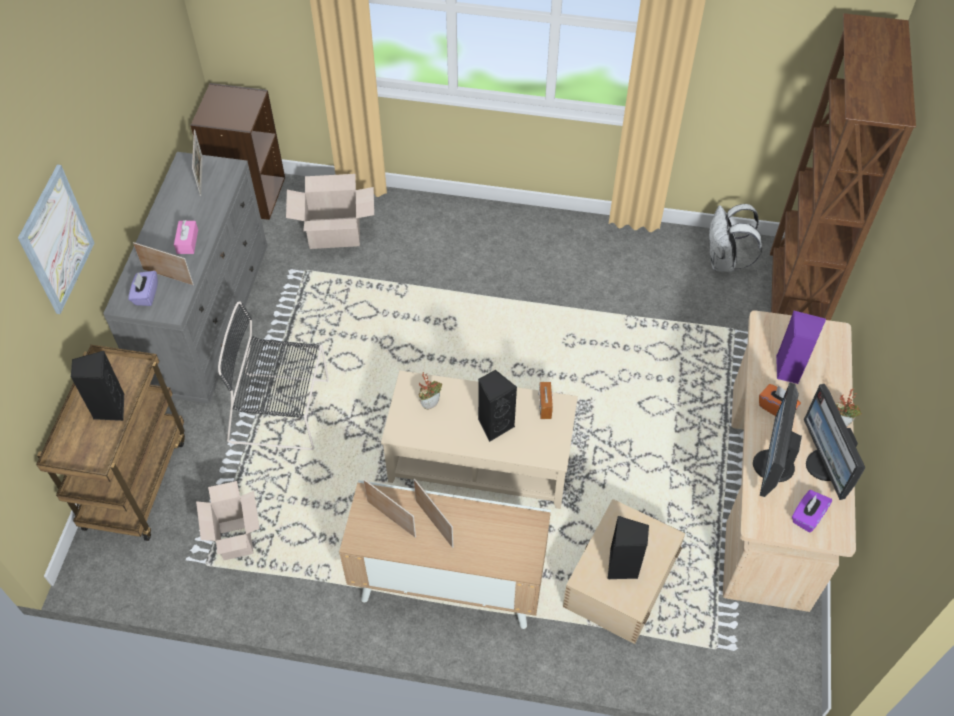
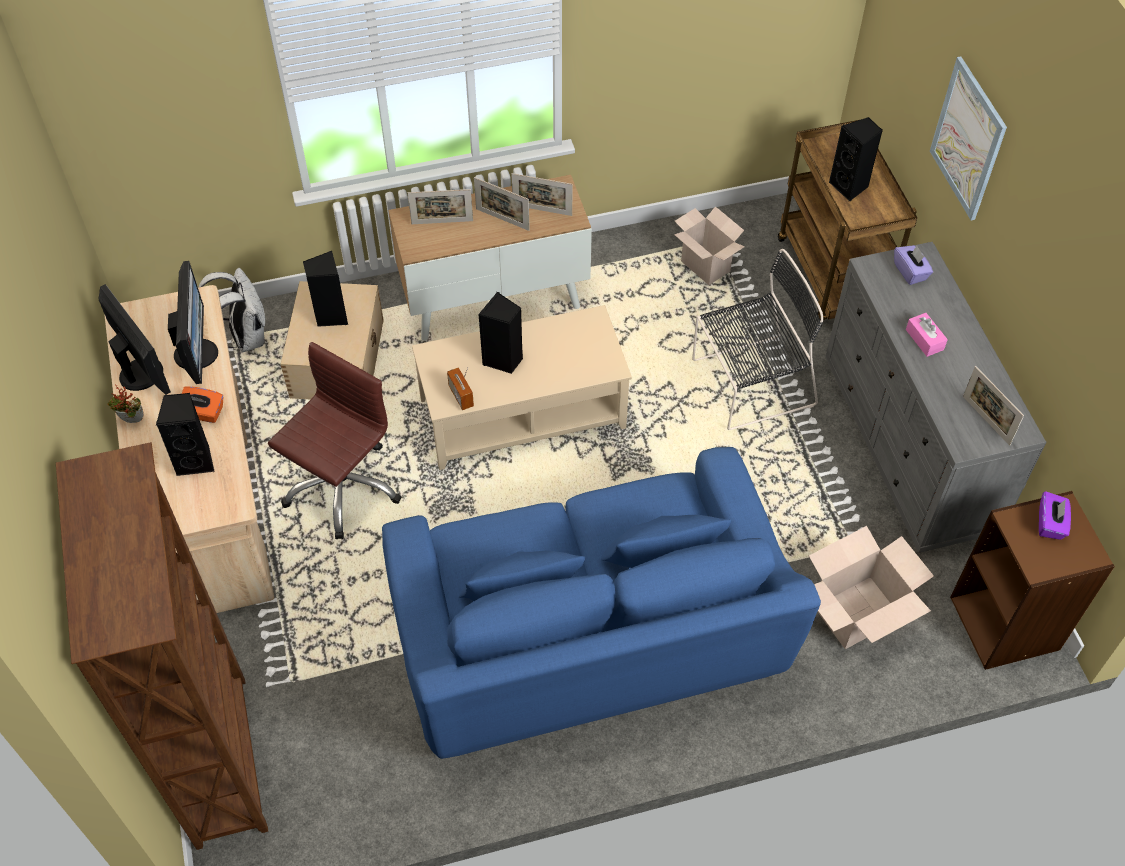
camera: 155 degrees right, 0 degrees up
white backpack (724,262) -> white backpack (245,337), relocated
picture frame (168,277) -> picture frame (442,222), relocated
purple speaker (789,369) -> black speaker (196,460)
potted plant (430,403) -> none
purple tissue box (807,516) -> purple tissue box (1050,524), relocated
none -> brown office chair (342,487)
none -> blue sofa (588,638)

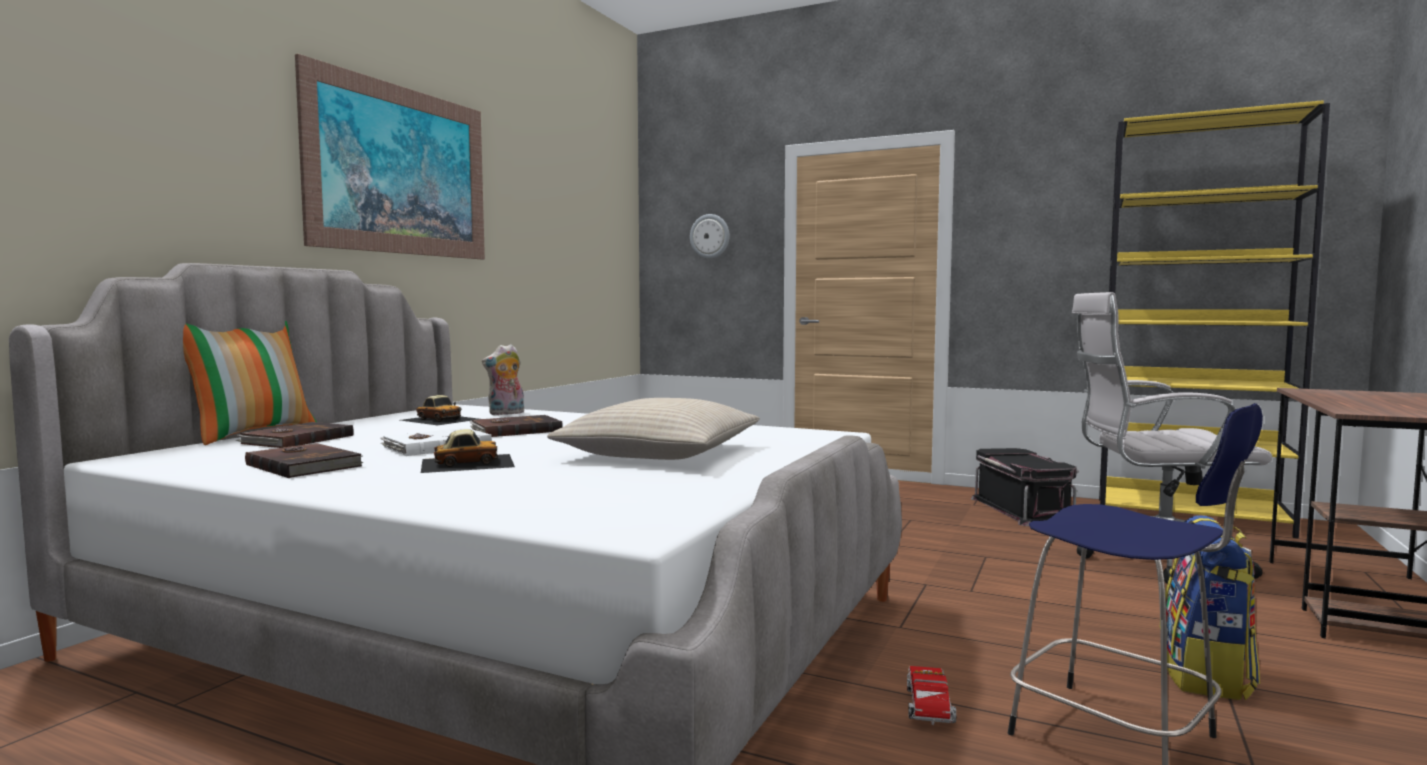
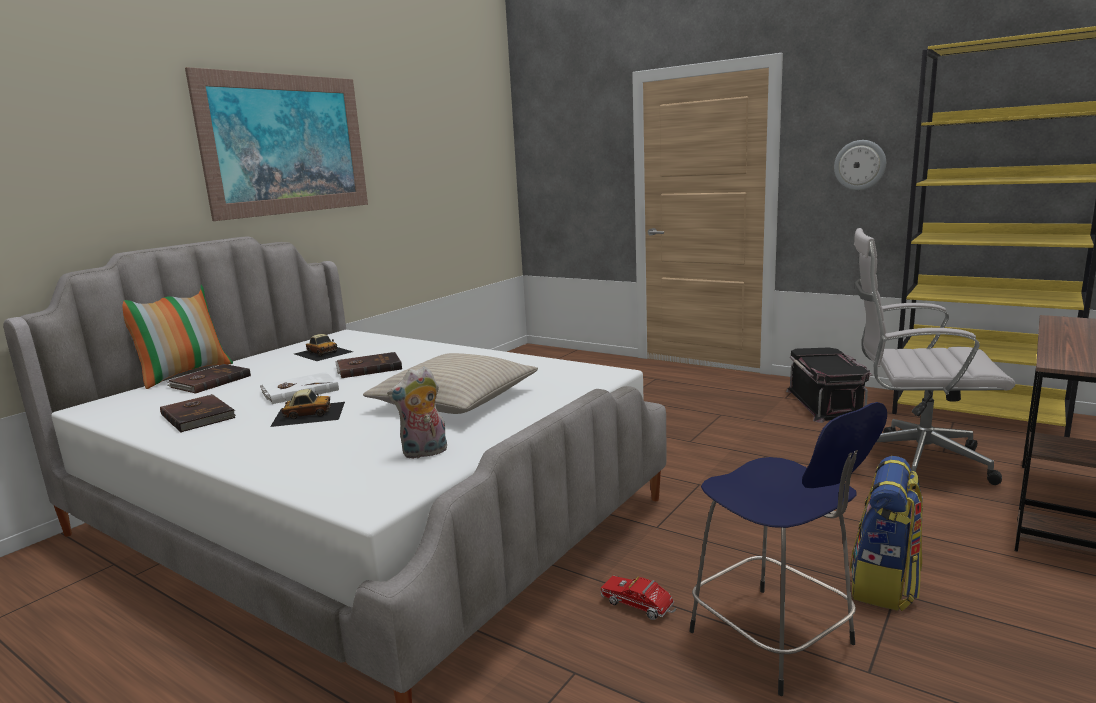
camera: 10 degrees right, 10 degrees up
wall clock (710,236) -> wall clock (860,165), relocated
plush toy (506,413) -> plush toy (424,453), relocated
toy truck (929,710) -> toy truck (640,606), 75 degrees counterclockwise

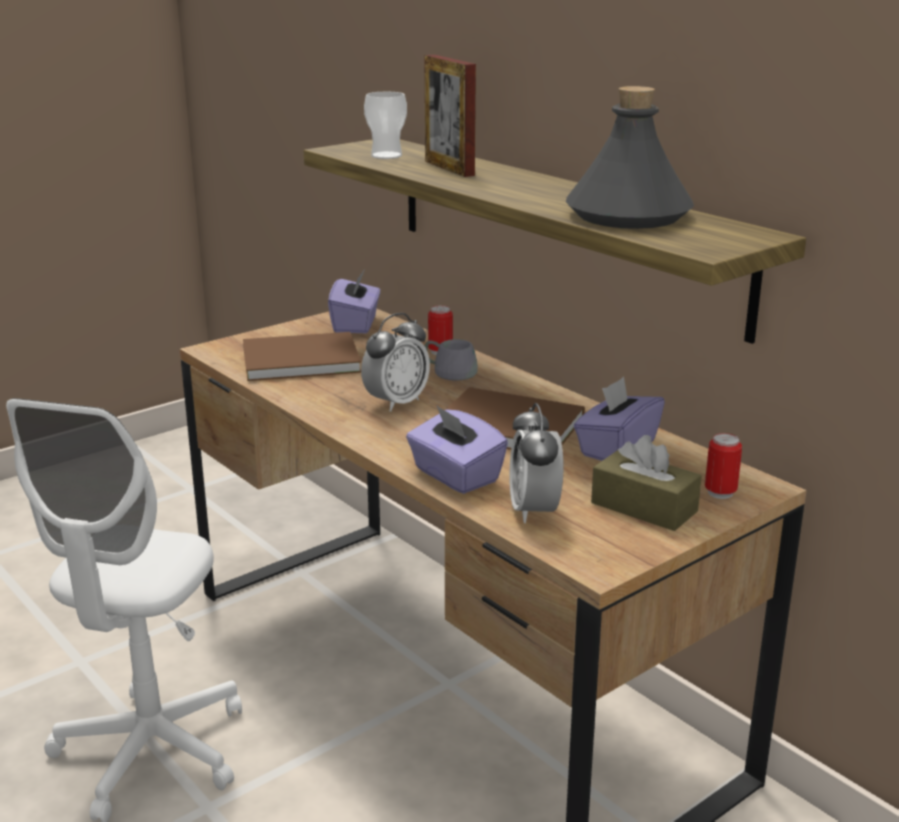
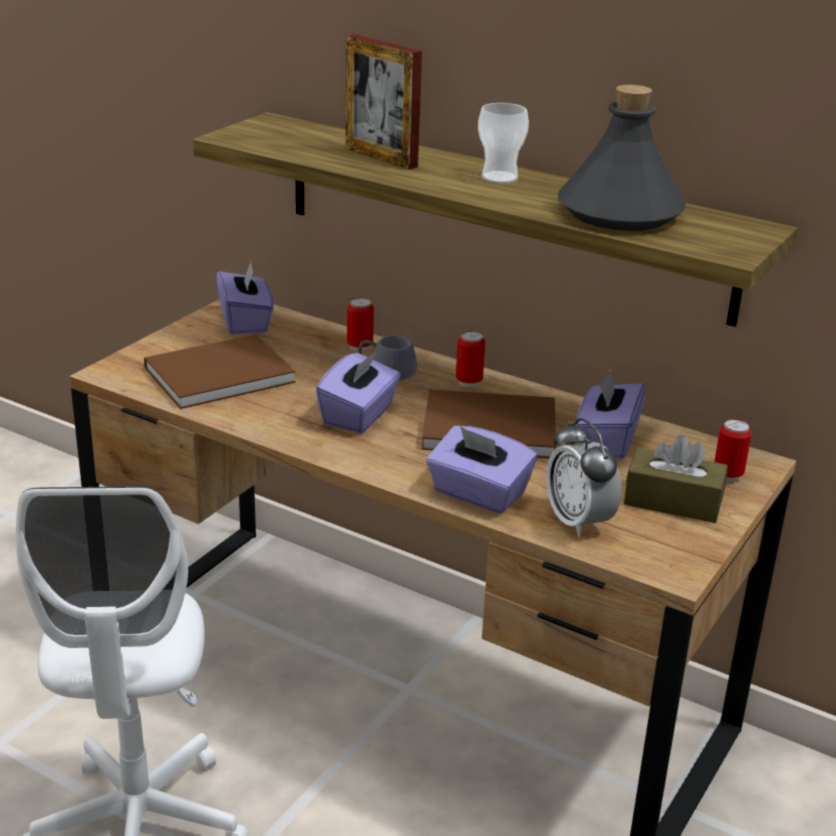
camera: 20 degrees left, 5 degrees up
cup (386,155) -> cup (499,178), relocated
alarm clock (396,402) -> purple tissue box (359,415)
none -> can (469,382)

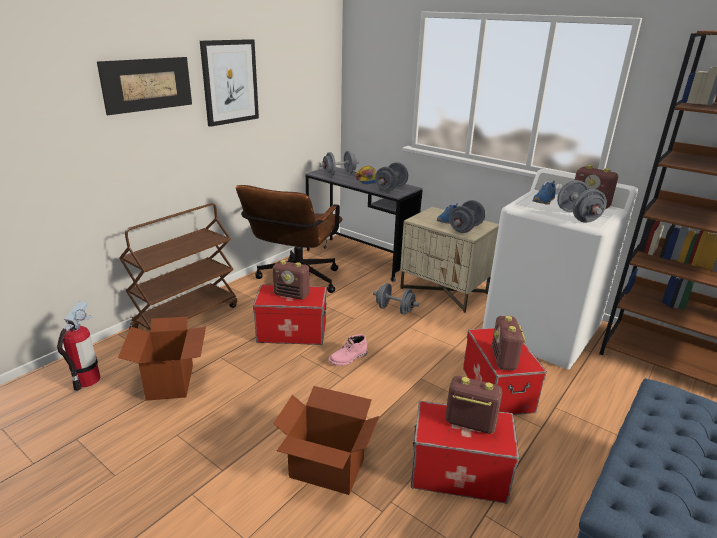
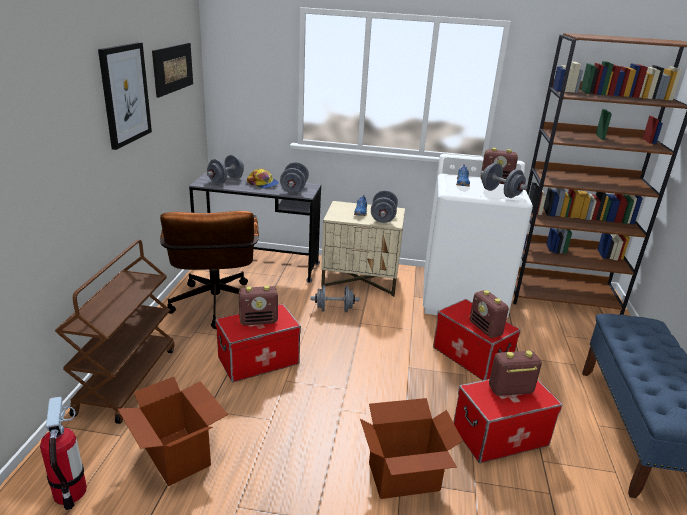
camera: 30 degrees left, 0 degrees up
picture (147,84) -> picture (173,68), relocated
pink boot (348,358) -> none

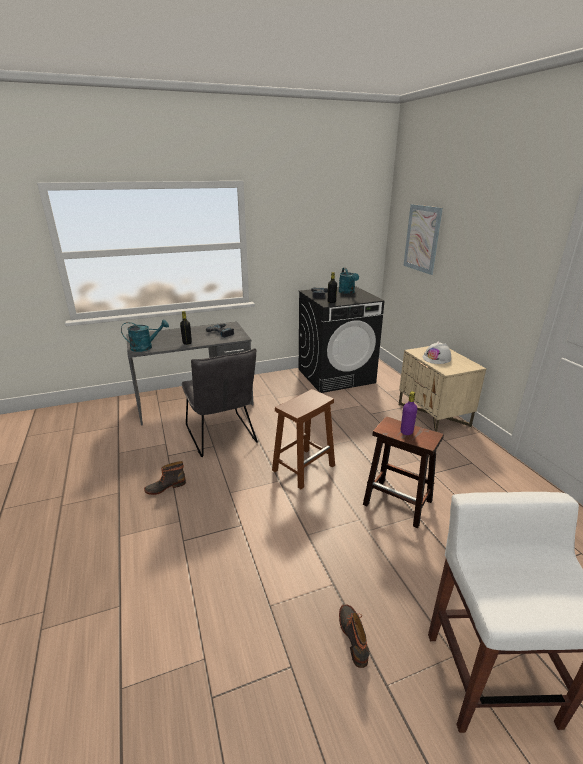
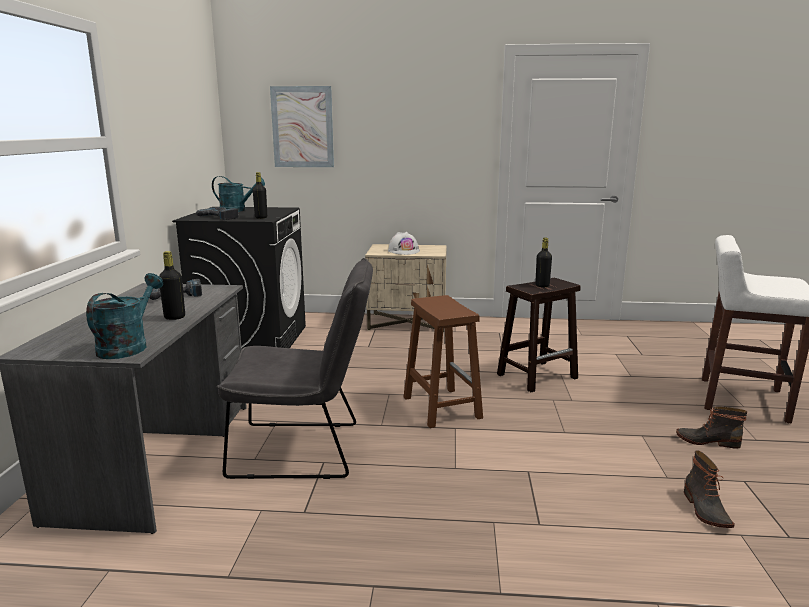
camera: 65 degrees left, 10 degrees down
purple bottle (406,432) -> black bottle (542,286)
boot (165,487) -> boot (705,510), relocated

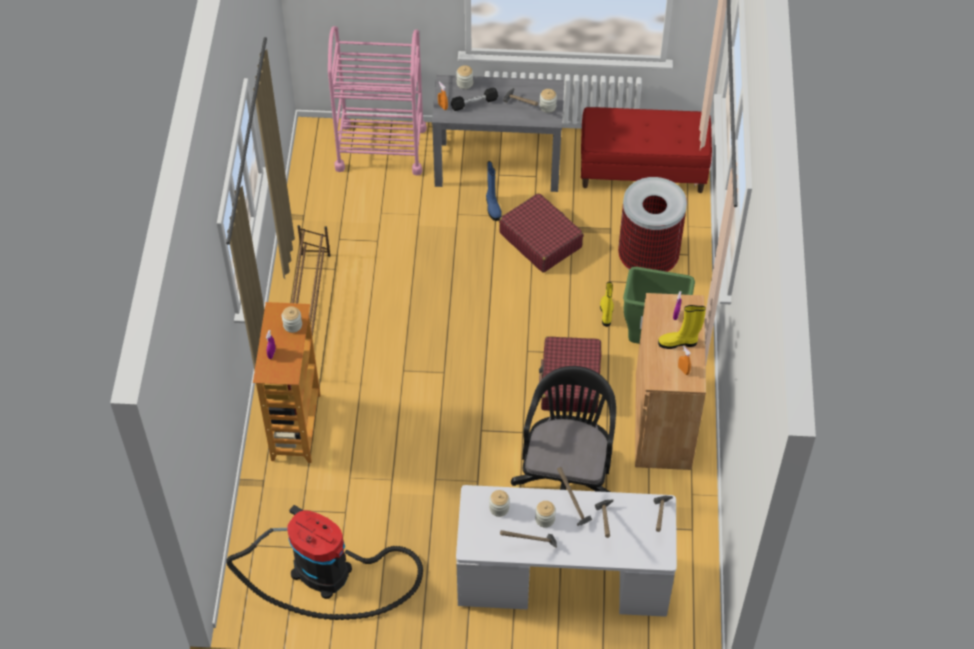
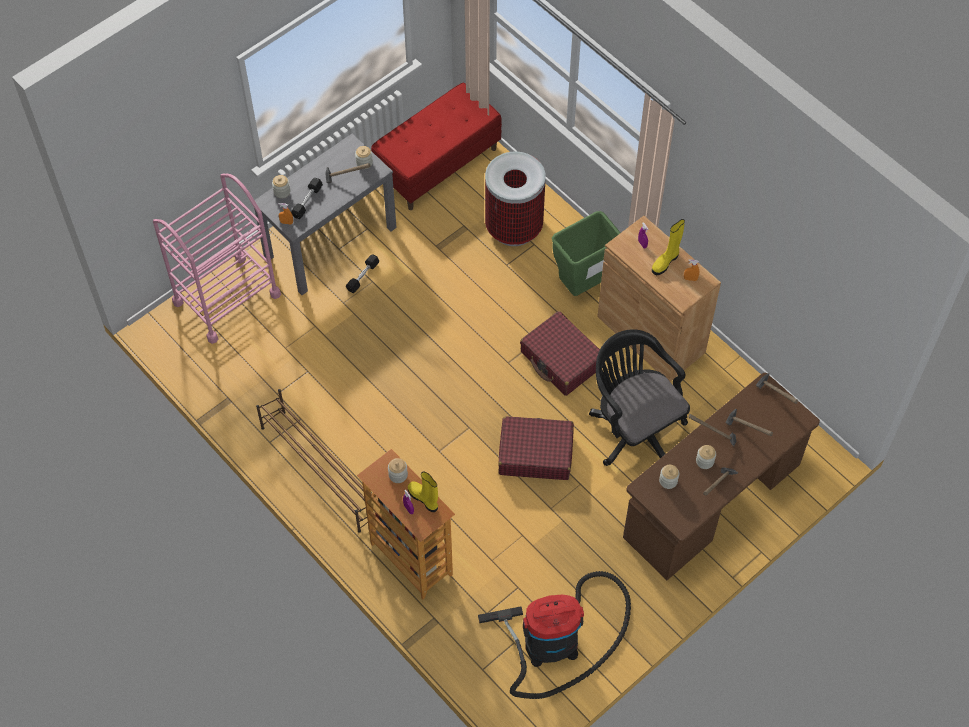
camera: 45 degrees left, 5 degrees up
blue boot (492,207) -> black dumbbell (363,277)
red suitcase (540,240) -> red suitcase (535,453), relocated
yellow boot (606,313) -> yellow boot (424,499), relocated
white desk (563,582) -> brown desk (712,502)

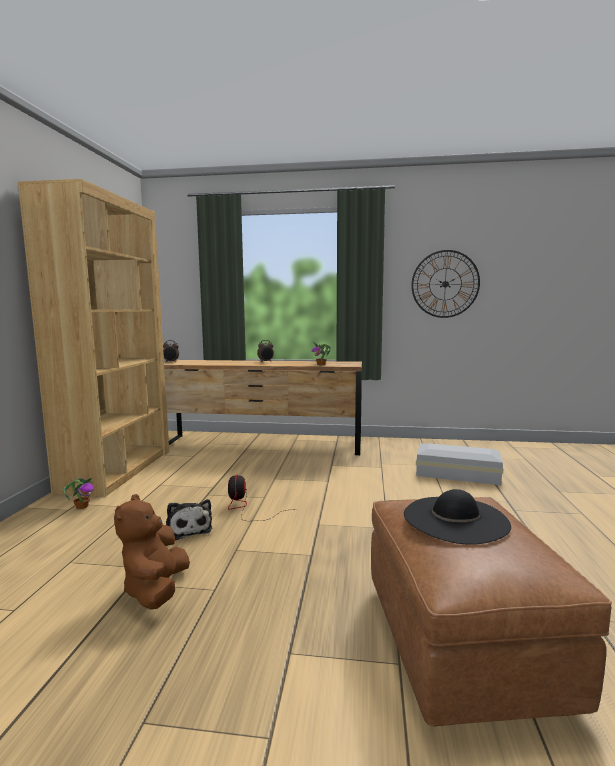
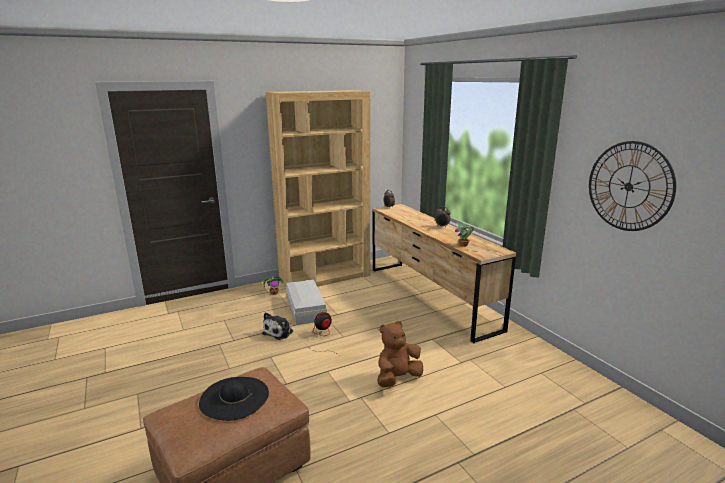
camera: 55 degrees right, 10 degrees up
white storage box (458,474) -> white storage box (305,309), relocated
brown plush toy (156,590) -> brown plush toy (397,378), relocated

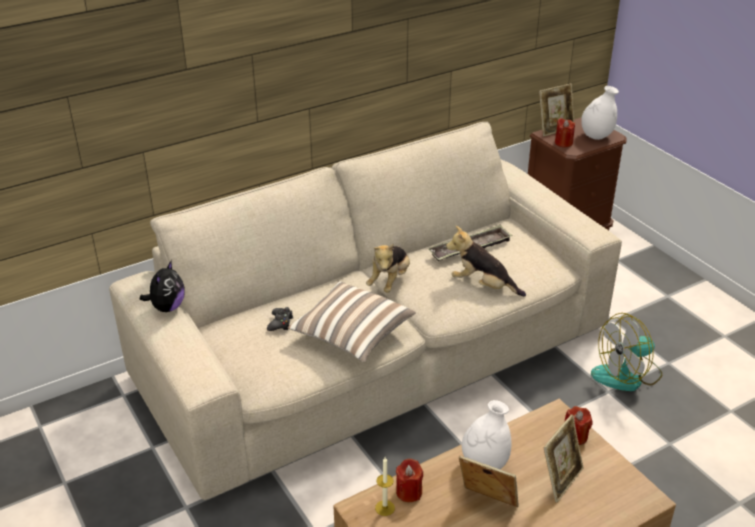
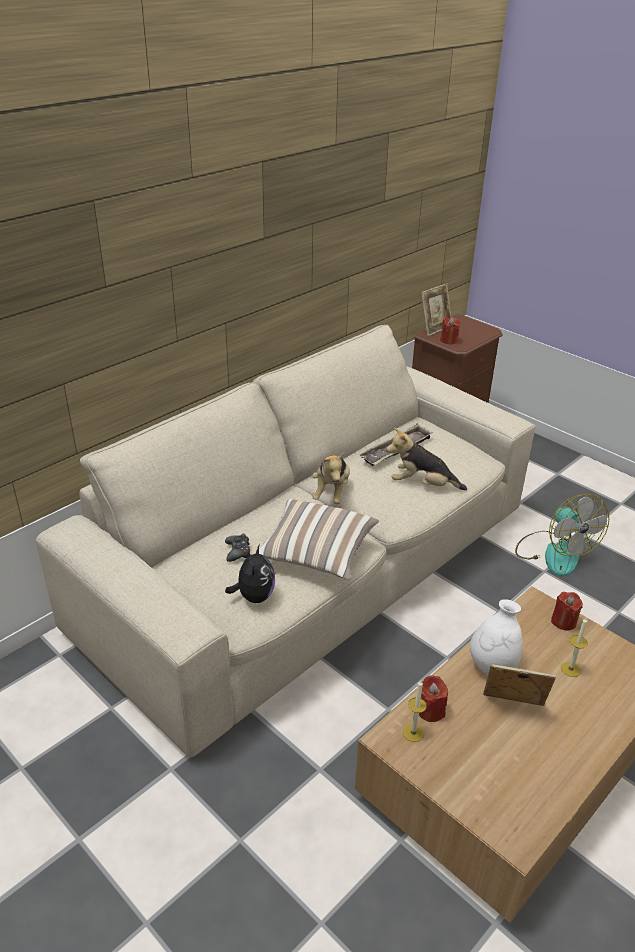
camera: 15 degrees left, 0 degrees up
white vase (596,136) -> none
plush toy (167,307) -> plush toy (254,596), relocated
fan (627,375) -> fan (554,552), 75 degrees counterclockwise
picture frame (560,480) -> candle (570,669)

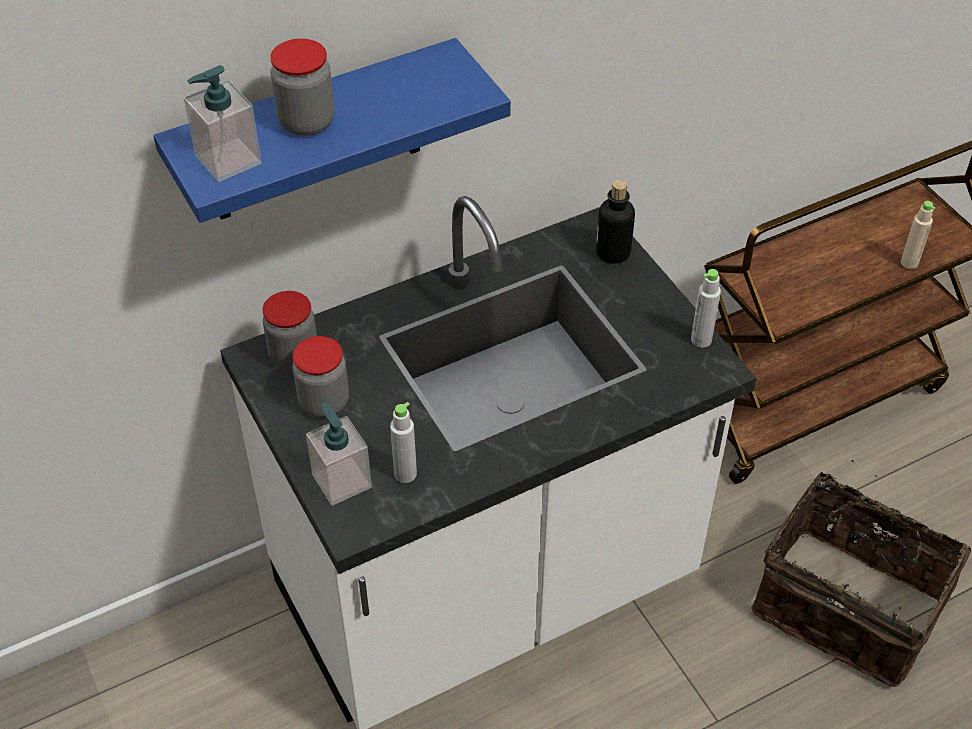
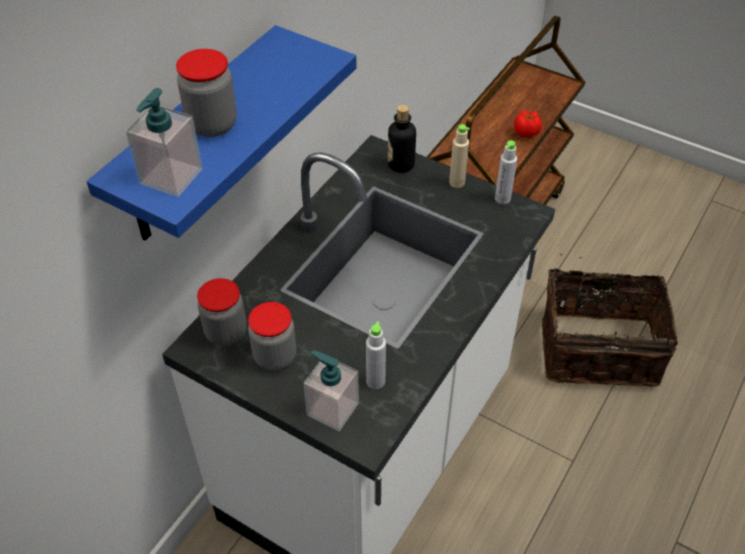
camera: 30 degrees left, 0 degrees up
beige bottle (909,263) -> beige bottle (457,182), relocated
none -> tomato (527,132)

